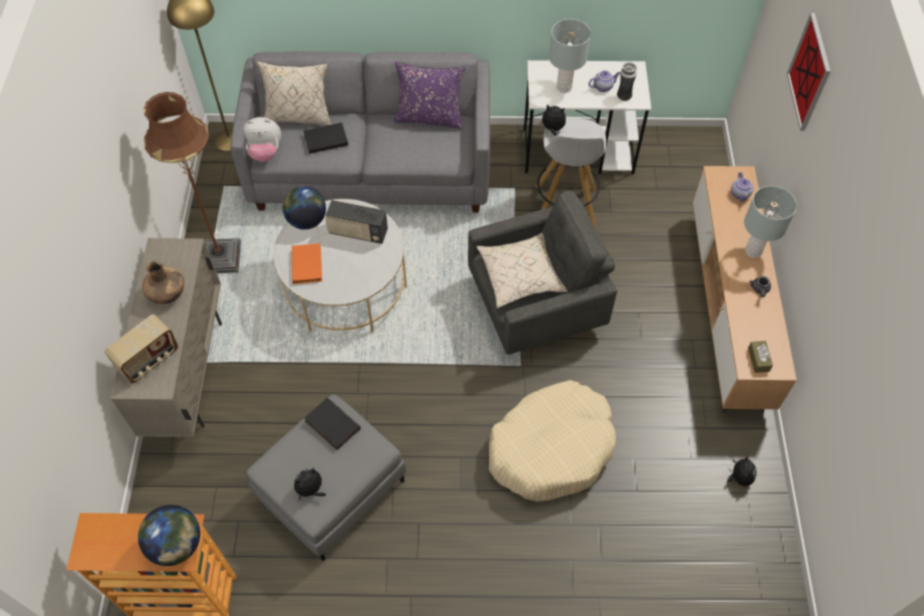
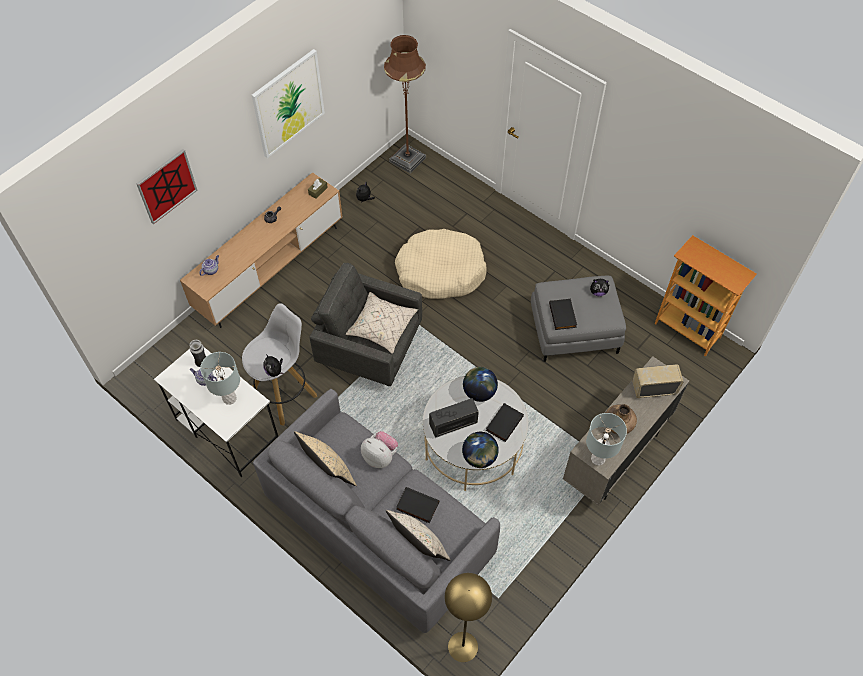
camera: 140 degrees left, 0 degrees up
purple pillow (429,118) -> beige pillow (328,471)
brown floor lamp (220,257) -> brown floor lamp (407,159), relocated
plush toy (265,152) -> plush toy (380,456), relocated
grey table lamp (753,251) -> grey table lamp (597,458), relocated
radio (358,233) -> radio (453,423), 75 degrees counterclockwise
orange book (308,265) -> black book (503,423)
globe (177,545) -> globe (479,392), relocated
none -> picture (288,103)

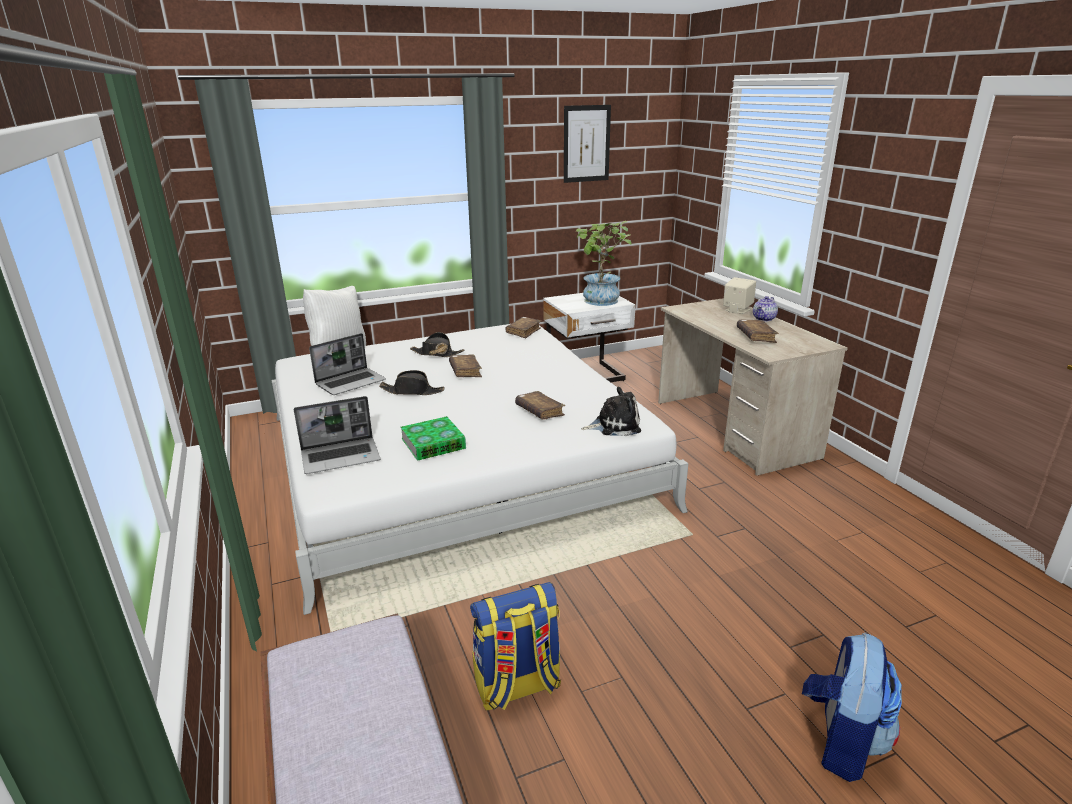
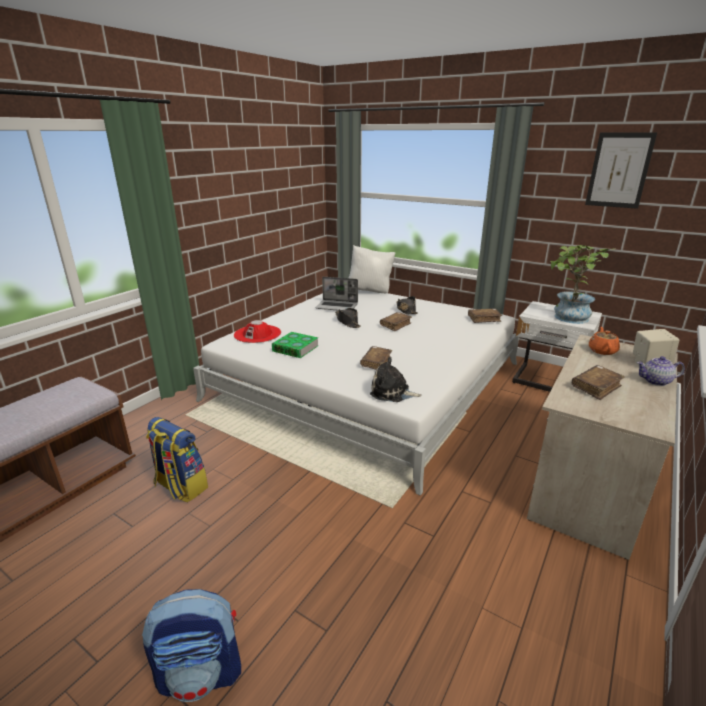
camera: 55 degrees right, 0 degrees up
plush toy (614,425) -> plush toy (392,392), 150 degrees clockwise
laptop (341,456) -> red hat (257,334)
none -> orange teapot (602,350)

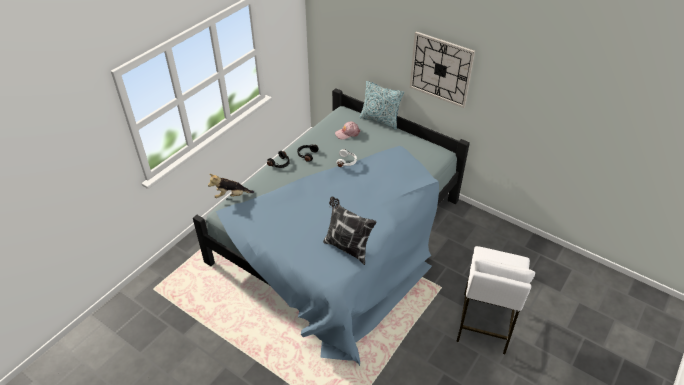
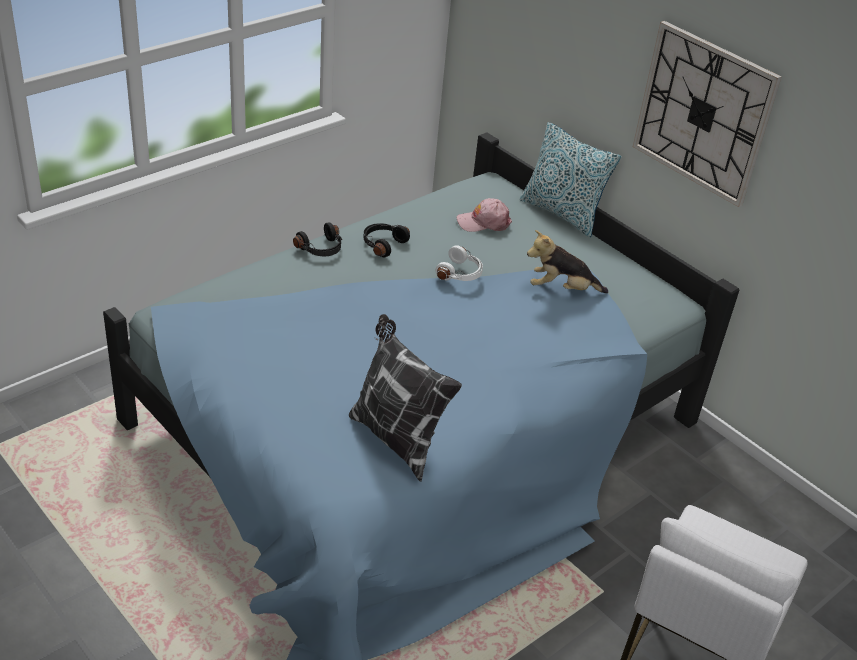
camera: 10 degrees right, 5 degrees down
plush toy (231,196) -> plush toy (561,289), relocated

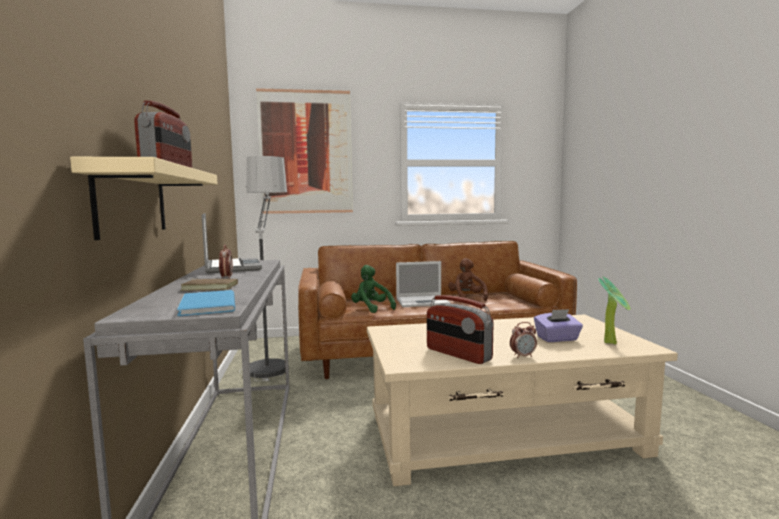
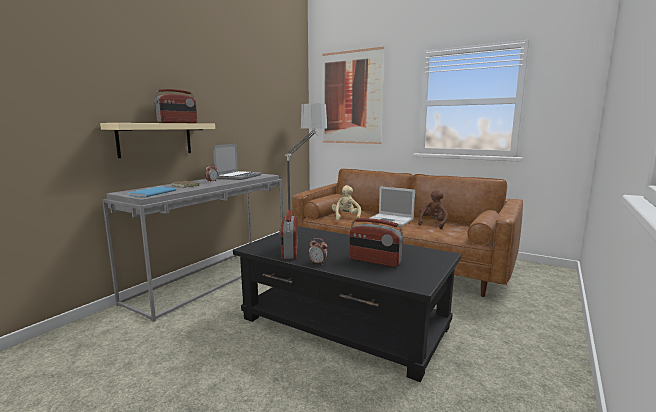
camera: 40 degrees right, 5 degrees up
green plush toy (371,308) -> beige plush toy (346,217)
potted plant (612,342) -> none
purple tissue box (557,339) -> radio (374,261)
beige coffee table (504,435) -> black coffee table (344,323)

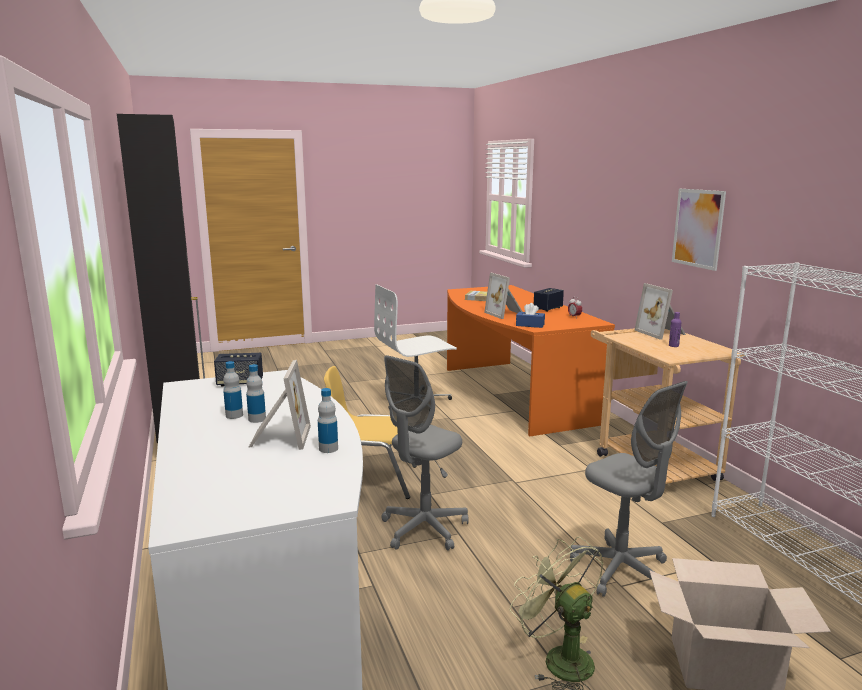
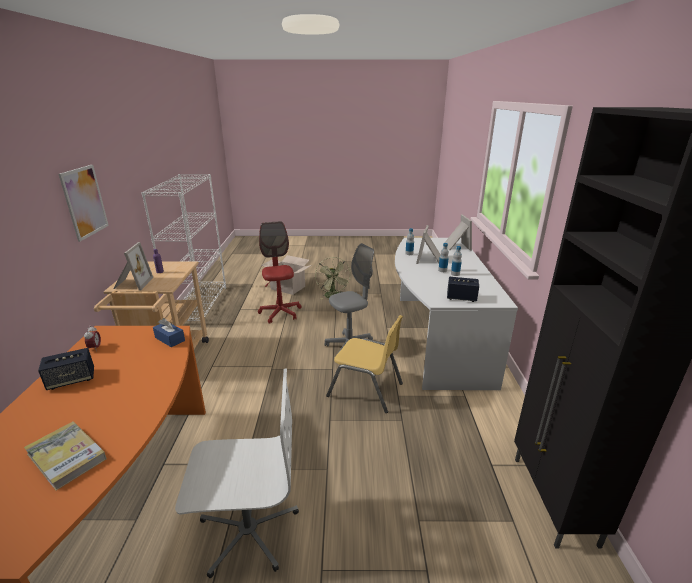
camera: 160 degrees left, 10 degrees up
picture frame (506,314) -> picture frame (456,246), relocated
grey office chair (621,571) -> red office chair (280,313)

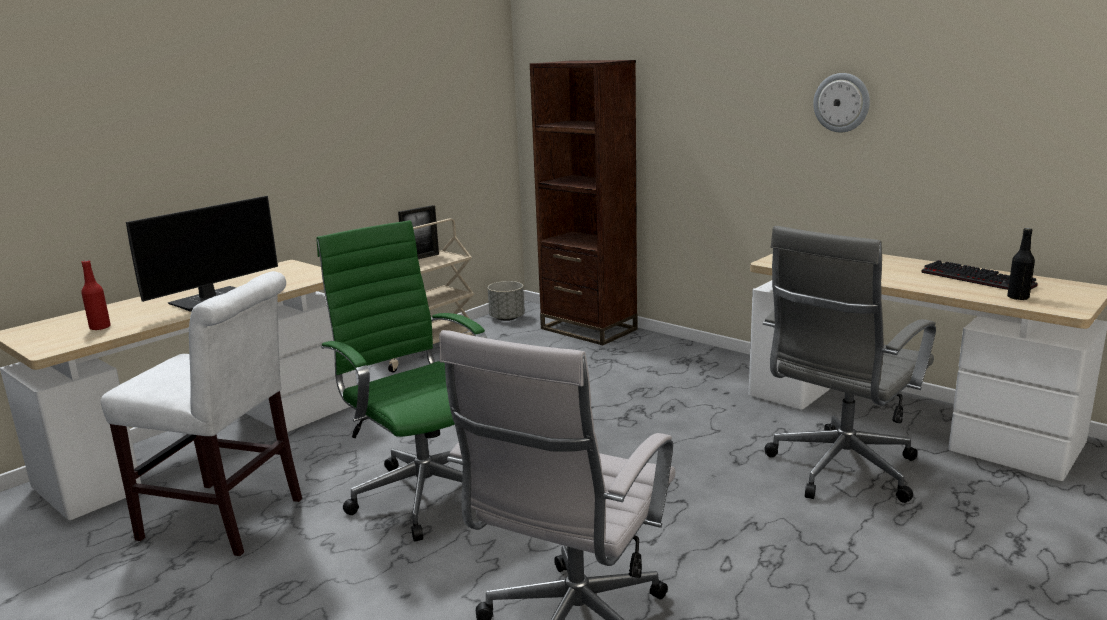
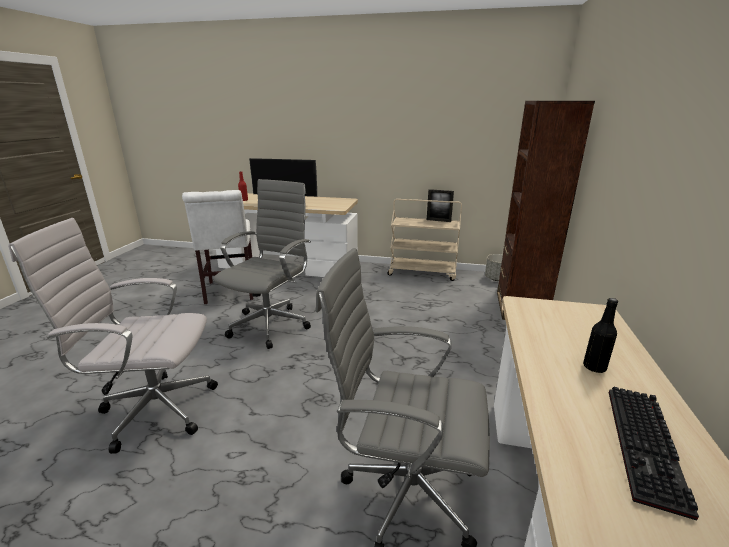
camera: 60 degrees right, 5 degrees up
wall clock (841,102) -> none
green office chair (422,493) -> grey office chair (271,324)
black bottle (1018,298) -> black bottle (594,367), relocated

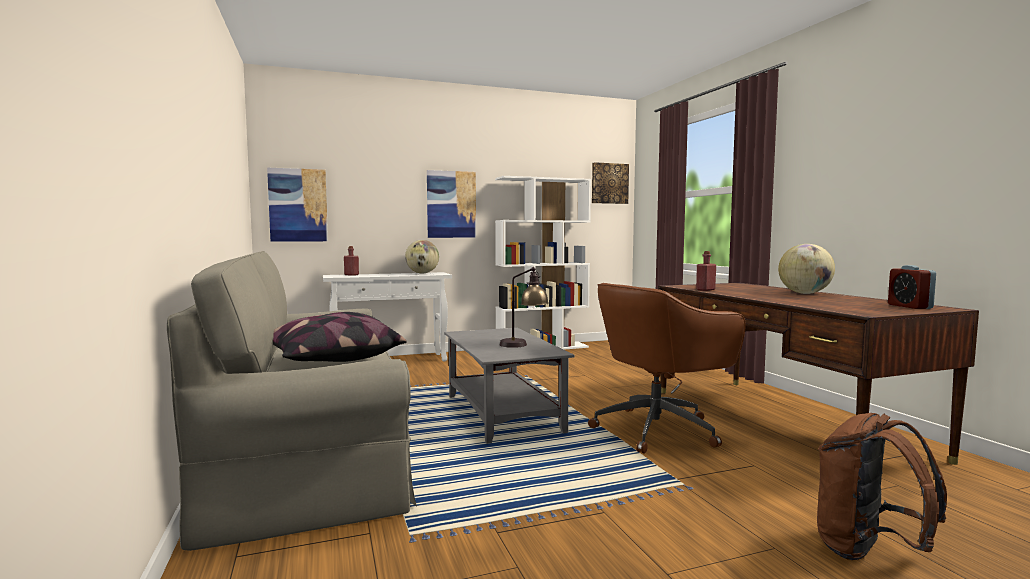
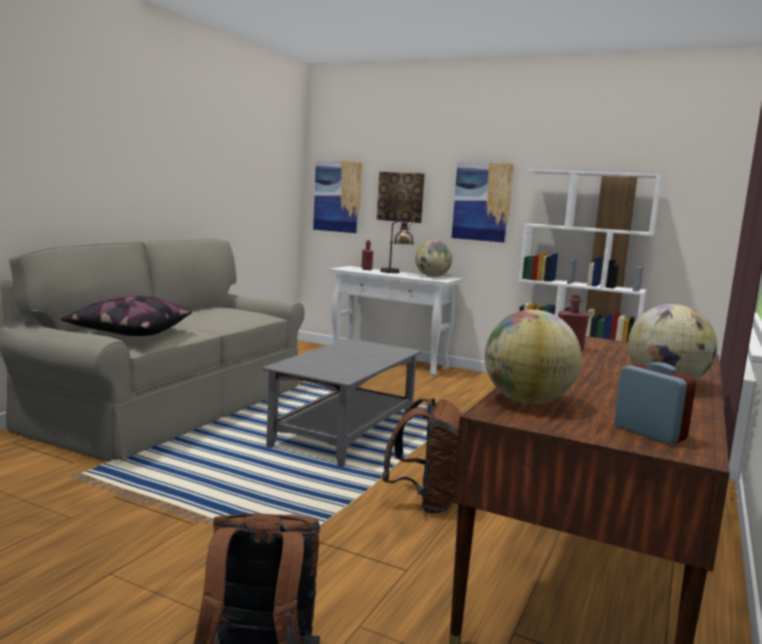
camera: 45 degrees right, 5 degrees up
picture (609,183) -> picture (401,197), relocated
alarm clock (909,306) -> alarm clock (649,433), 105 degrees clockwise
table lamp (524,344) -> table lamp (395,272), relocated
brown office chair (659,429) -> brown backpack (426,501)
none -> globe (527,401)

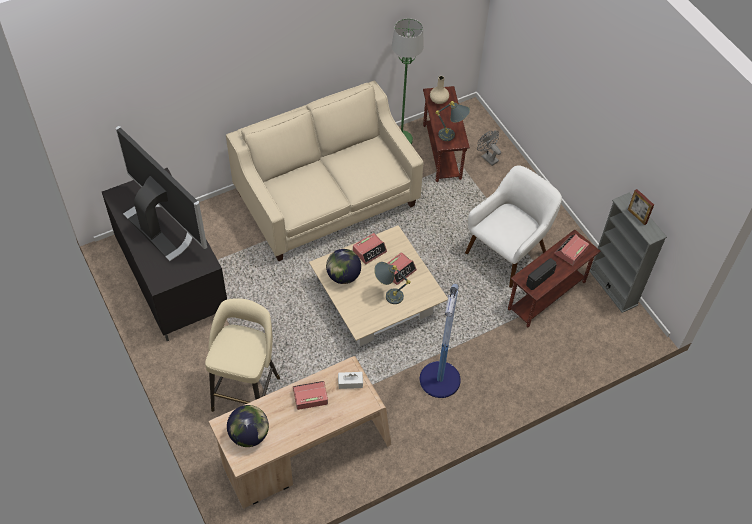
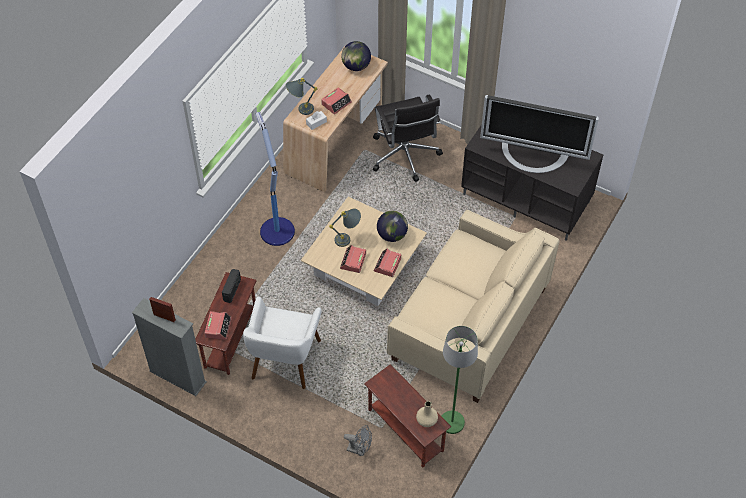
camera: 150 degrees right, 0 degrees up
grey table lamp (452,136) -> grey table lamp (300,110), relocated
beige stool (247,392) -> black office chair (405,156)

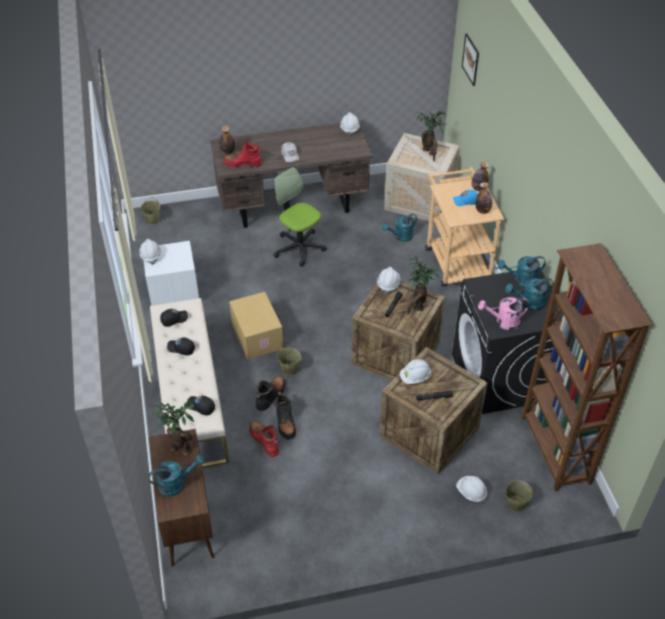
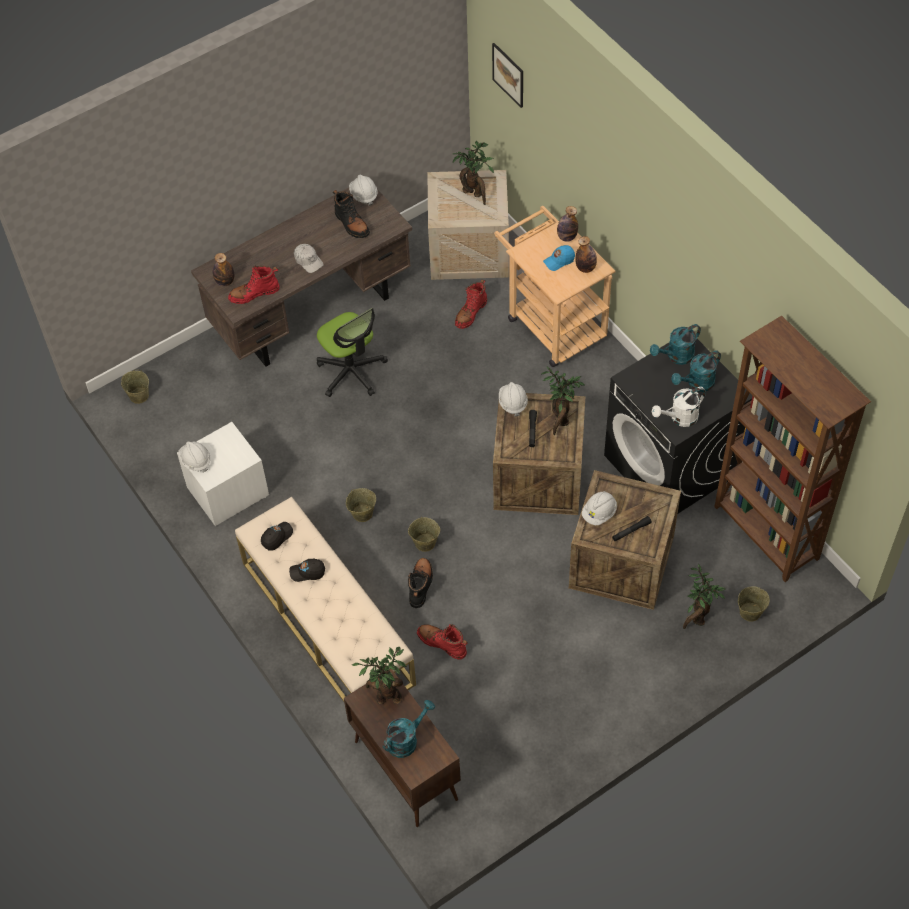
camera: 20 degrees left, 10 degrees up
office chair (299,248) -> office chair (351,372), 150 degrees counterclockwise
turquoise watering can (400,237) -> red boot (470,313)
cardboard box (256,336) -> beige bucket (362,513)
pink watering can (503,322) -> white watering can (679,418)
black boot (285,423) -> black boot (351,224), relocated
black cap (201,406) -> none
white hard hat (471,492) -> potted plant (698,617)

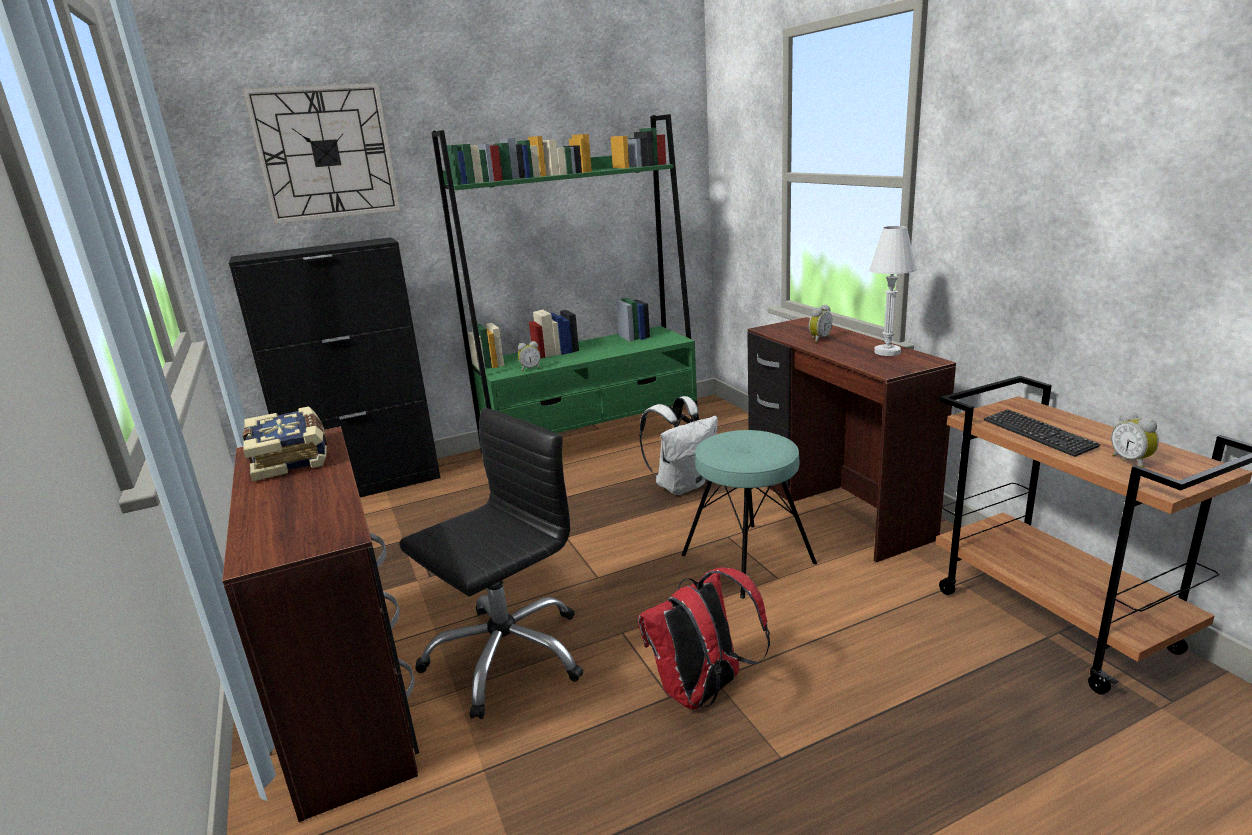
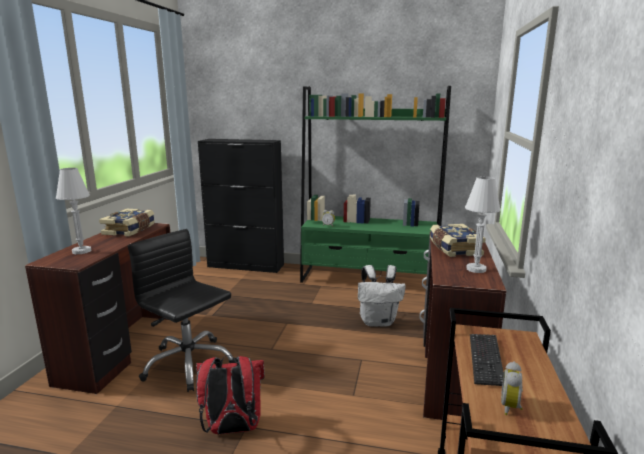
camera: 35 degrees right, 5 degrees down
wall clock (325,153) -> none
alarm clock (818,339) -> book (454,249)
black office chair (506,655) -> black office chair (188,364), 135 degrees counterclockwise
turquoise stool (748,559) -> none
none -> white table lamp (81,251)

